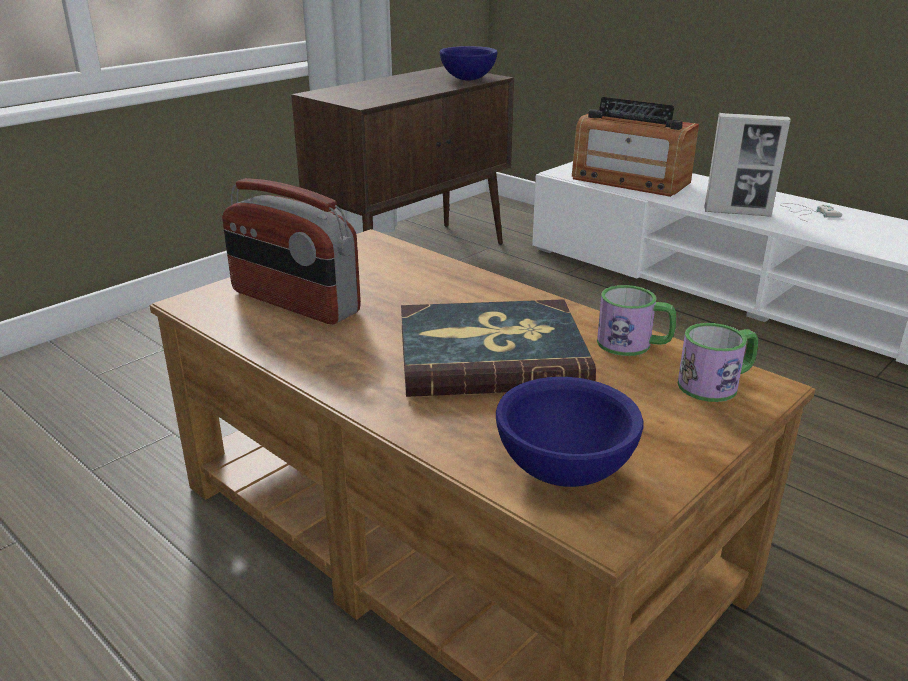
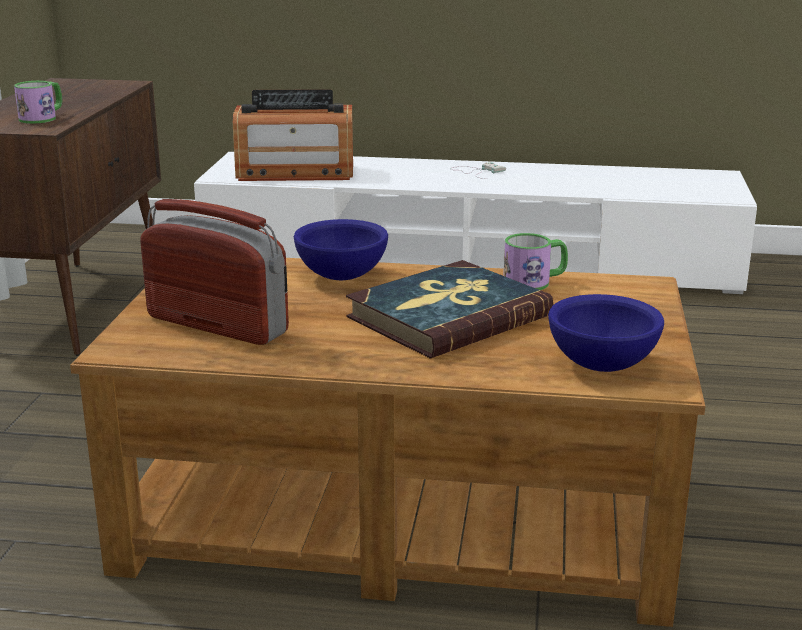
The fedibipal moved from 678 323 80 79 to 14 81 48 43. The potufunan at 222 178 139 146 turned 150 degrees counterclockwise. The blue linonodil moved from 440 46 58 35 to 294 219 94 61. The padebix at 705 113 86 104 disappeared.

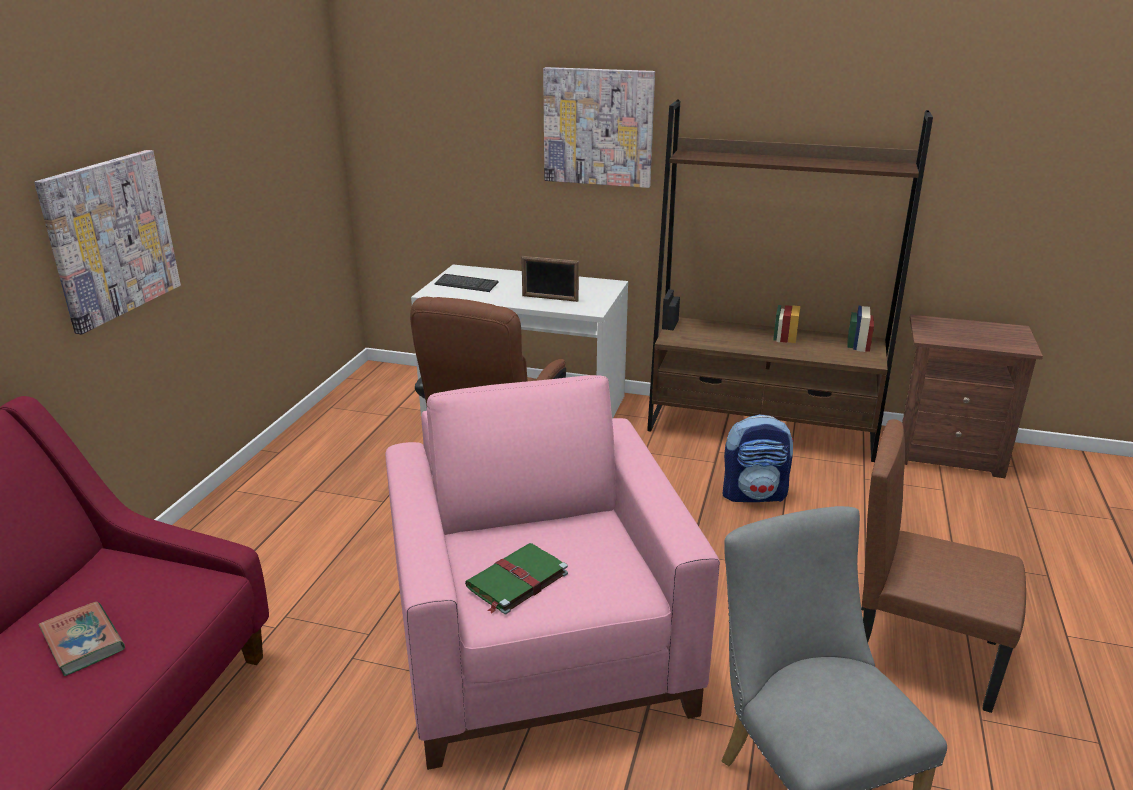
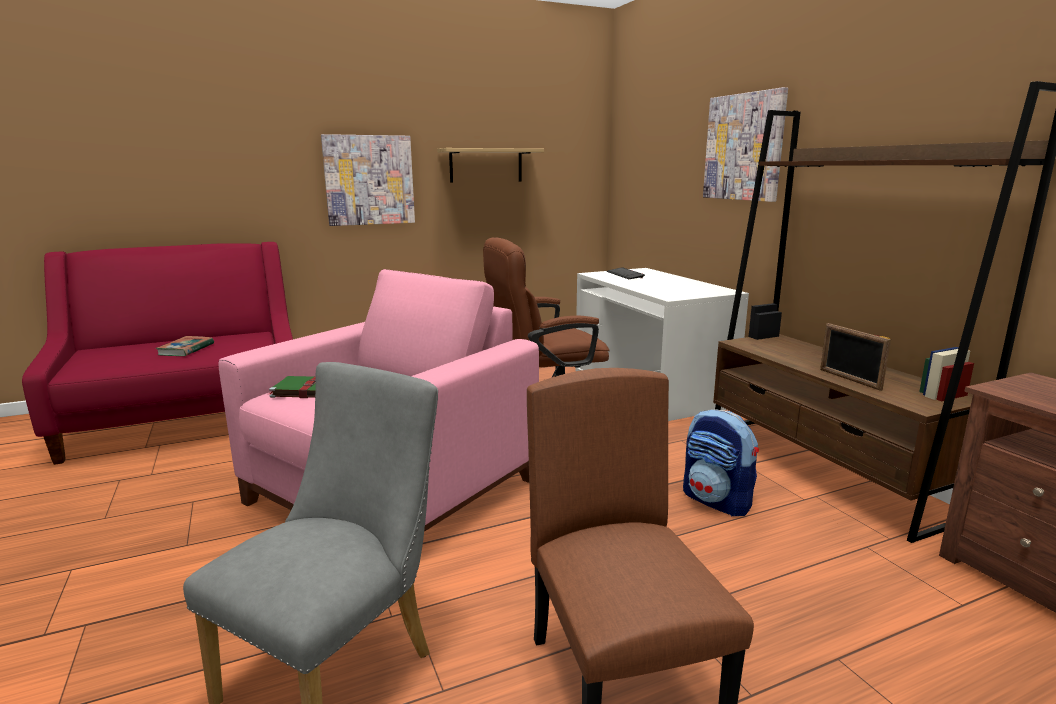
The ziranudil at 437 148 107 35 appeared. The padebix moved from 521 256 58 46 to 820 323 71 68.

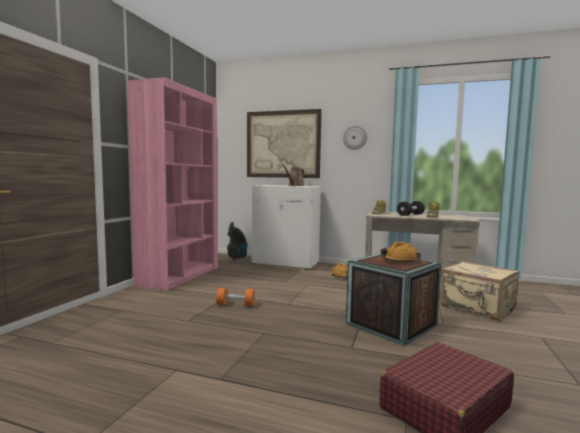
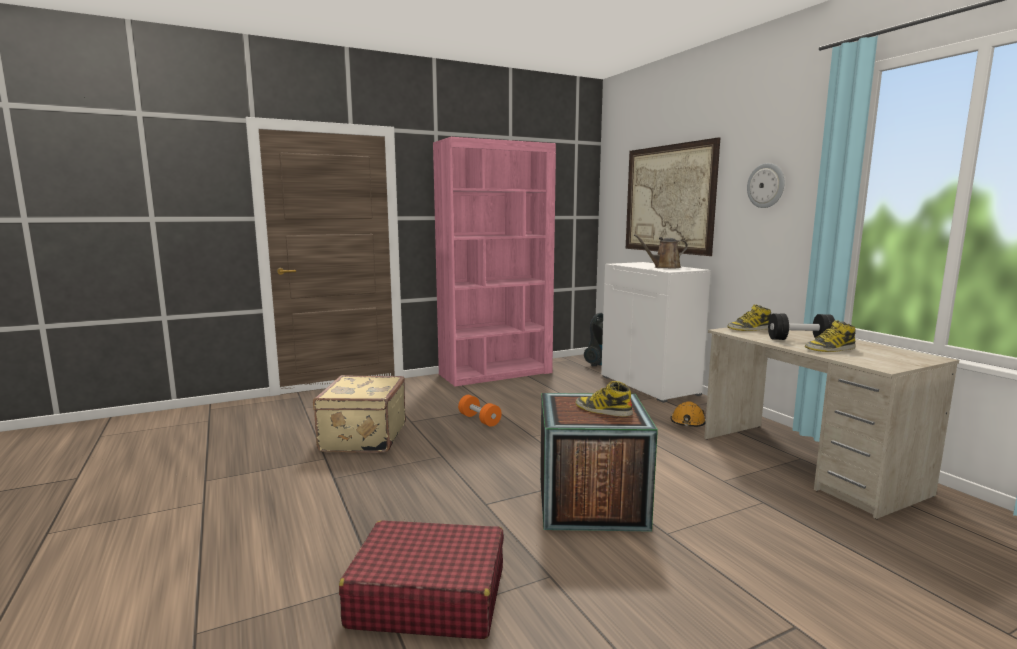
The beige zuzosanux moved from 441 261 79 60 to 313 375 93 78. The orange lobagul at 380 242 41 21 was replaced by the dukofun at 575 381 58 36.

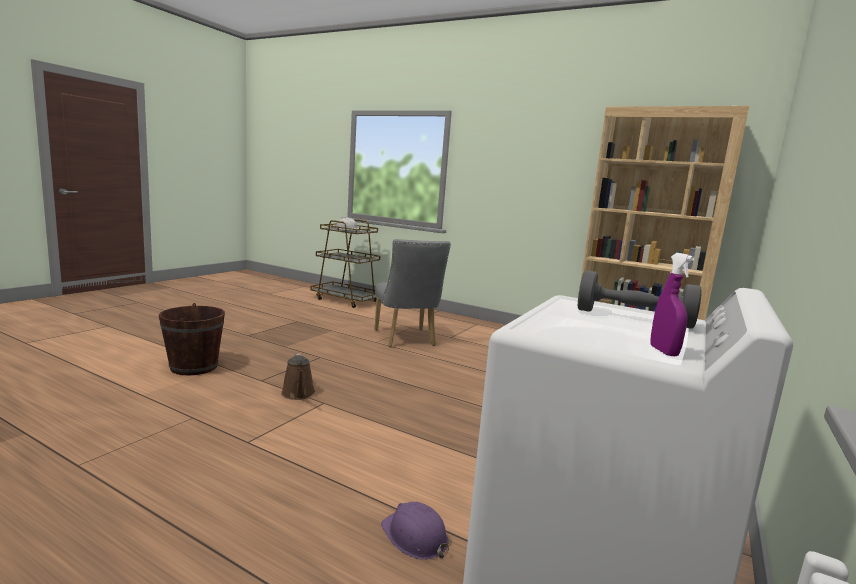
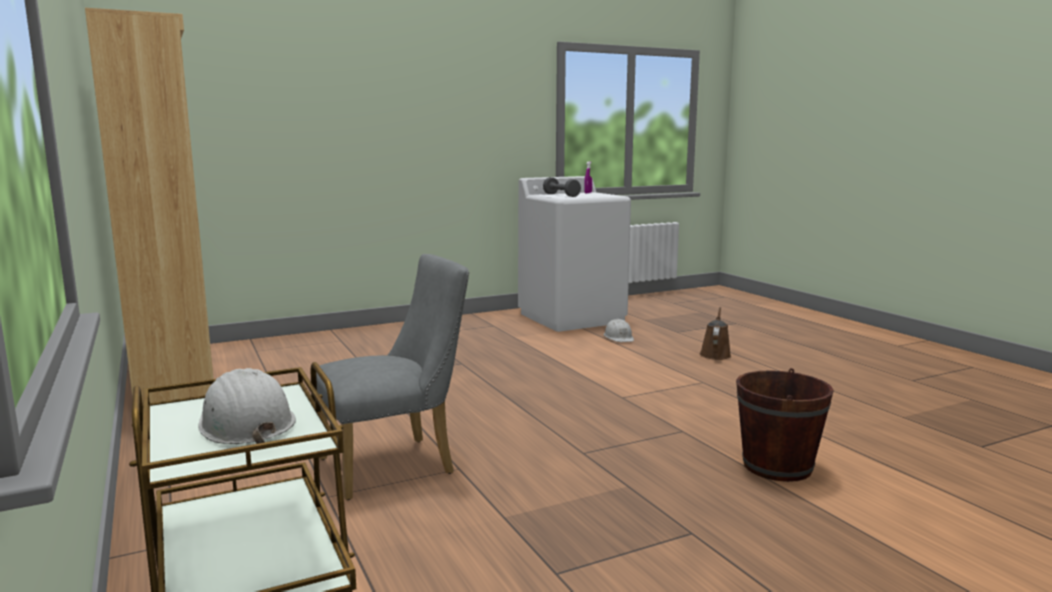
The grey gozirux at 375 239 76 108 turned 45 degrees clockwise. The purple lobagul at 381 502 68 57 became the white lobagul at 604 319 30 23. The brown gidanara moved from 281 353 34 47 to 699 307 32 53.

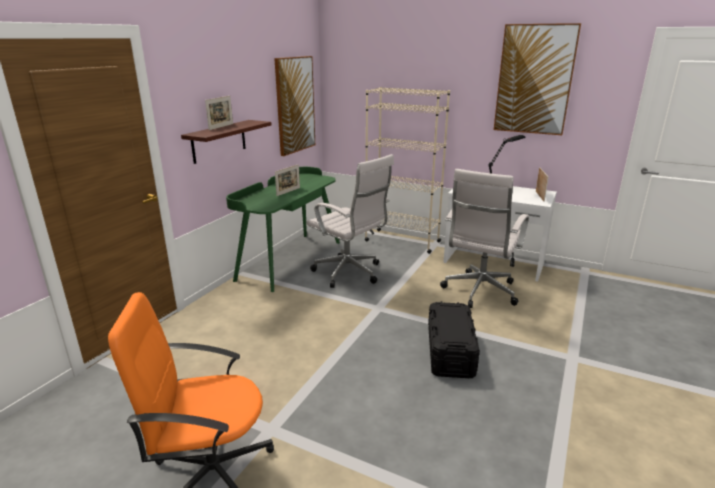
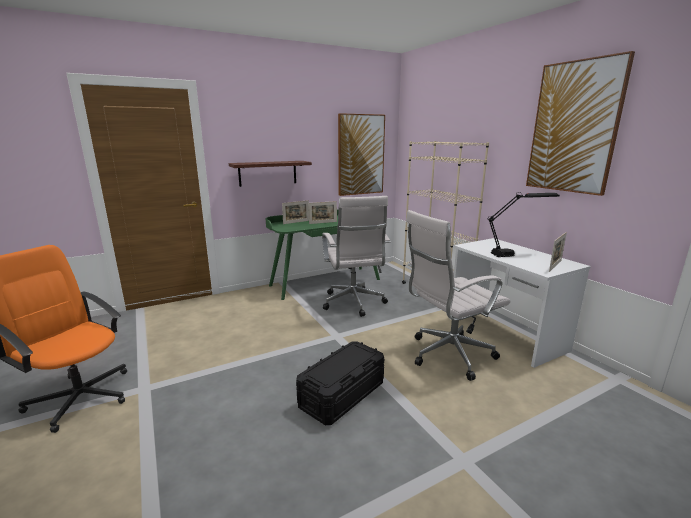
The padebix moved from 205 96 28 34 to 282 200 27 24.

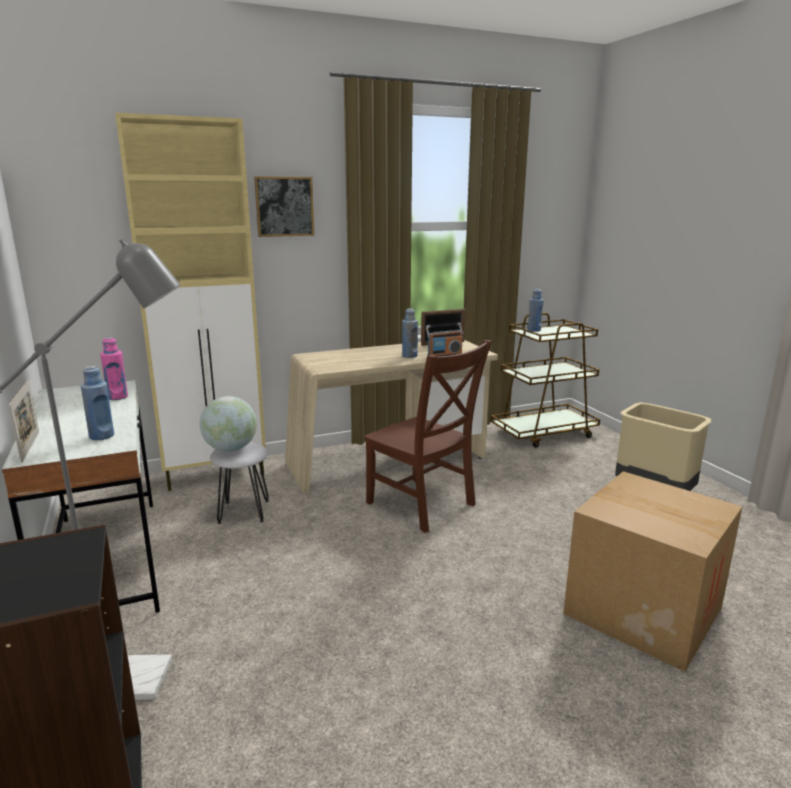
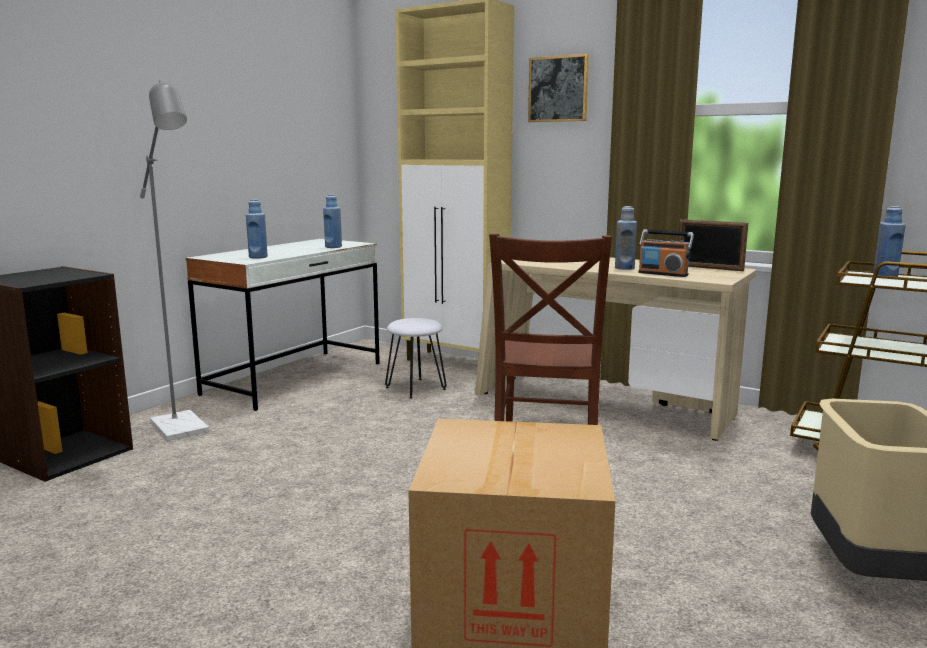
The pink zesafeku at 100 337 28 63 became the blue zesafeku at 323 195 19 53. The padebix at 9 380 30 83 disappeared. The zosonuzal at 200 396 57 56 disappeared.

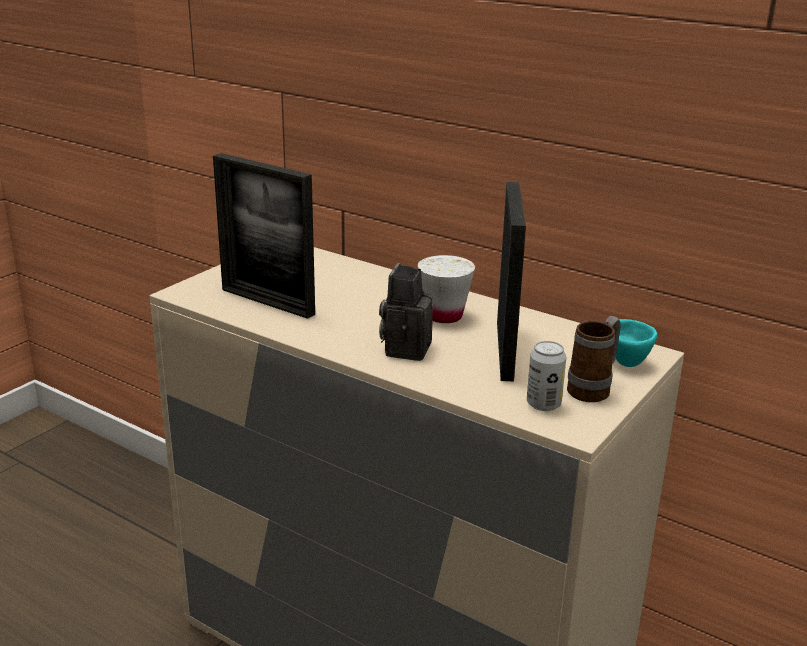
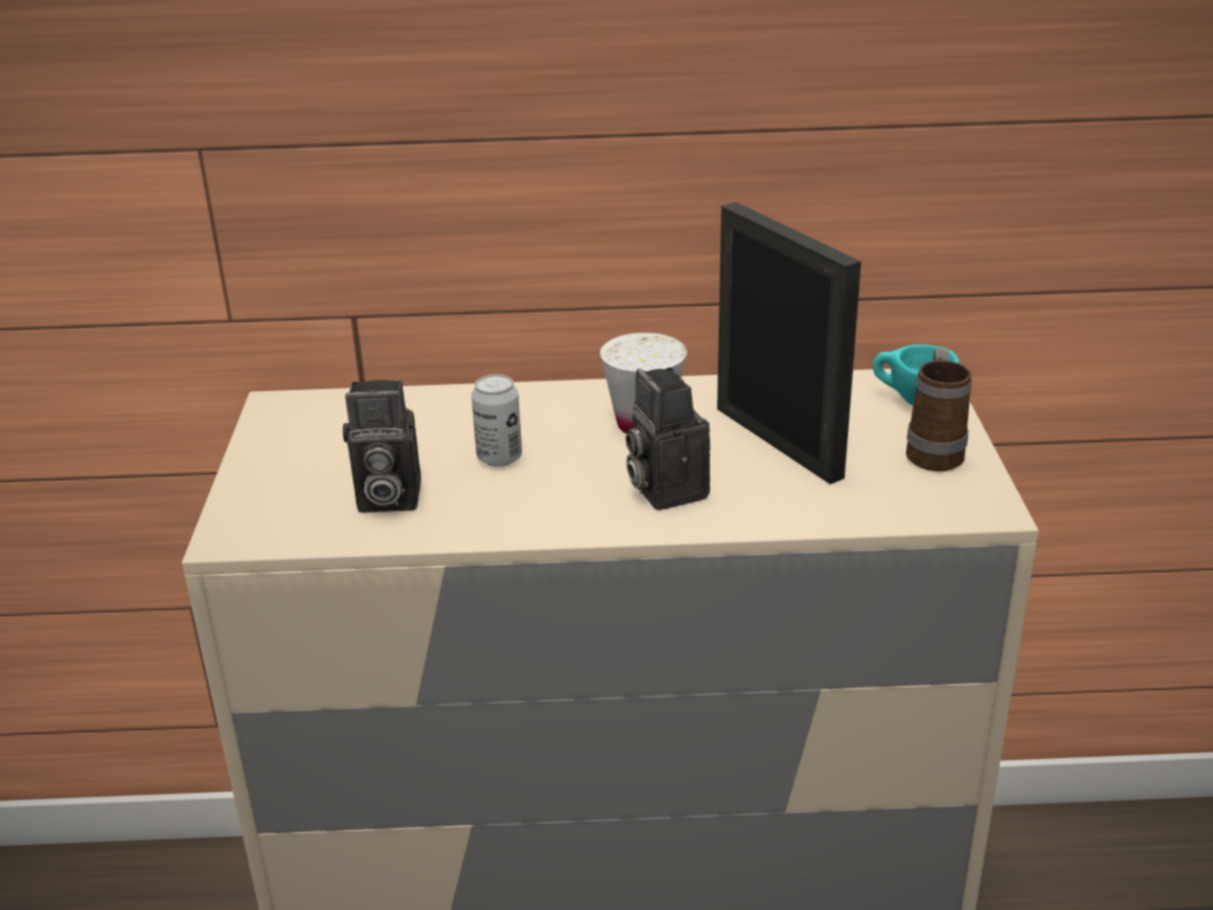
The padebix at 213 153 102 166 was replaced by the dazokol at 343 380 78 133. The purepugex moved from 527 341 39 70 to 471 374 51 93.

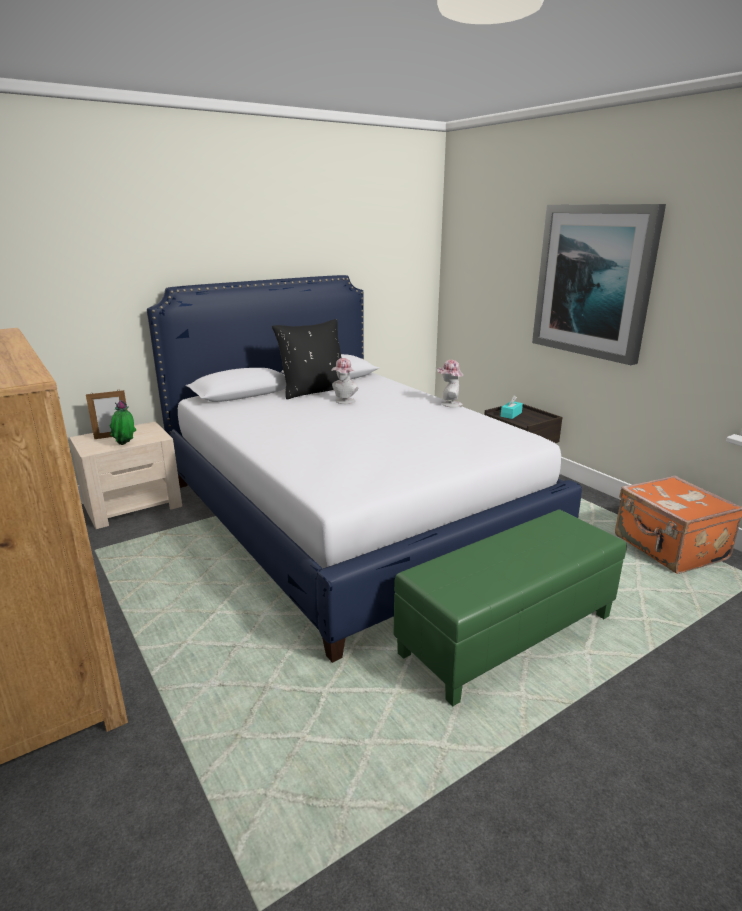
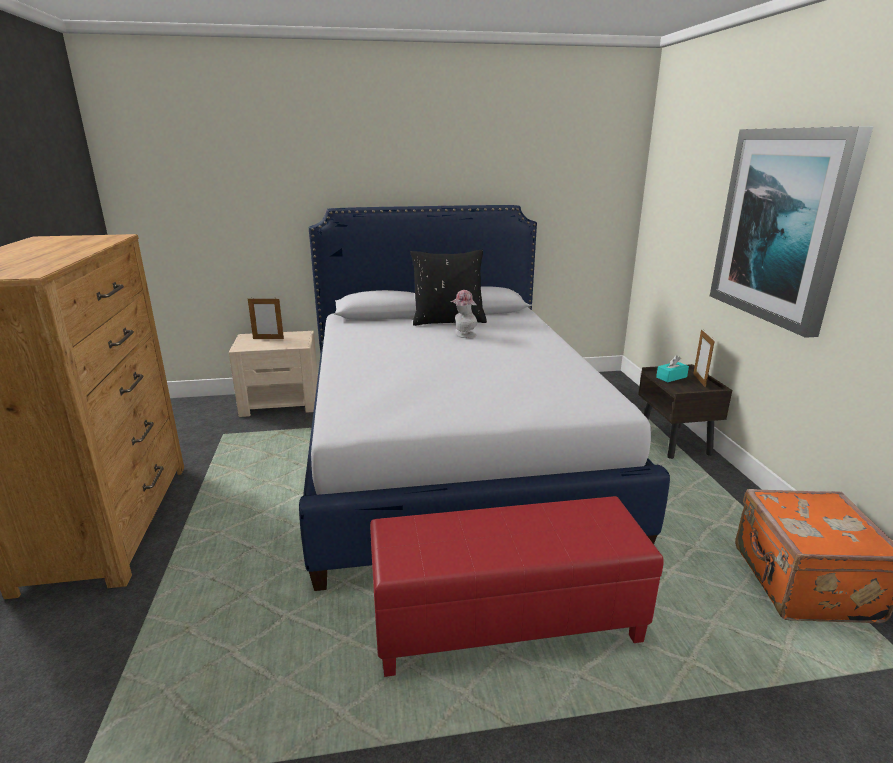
The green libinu at 394 509 233 197 became the red libinu at 370 496 294 181. The padebix at 693 330 22 58 appeared. The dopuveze at 109 400 27 45 disappeared. The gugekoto at 437 360 26 47 disappeared.

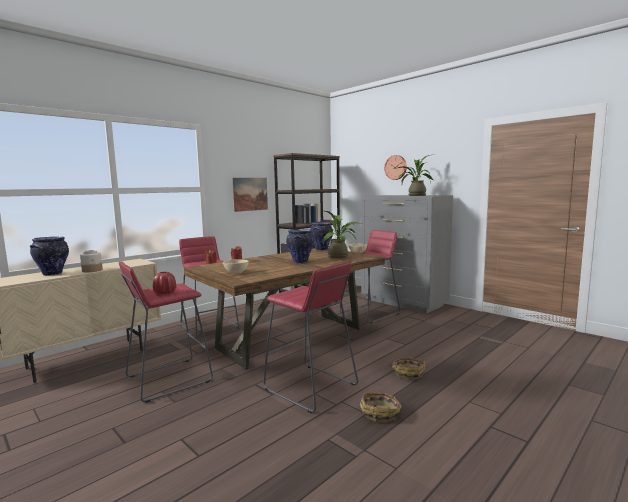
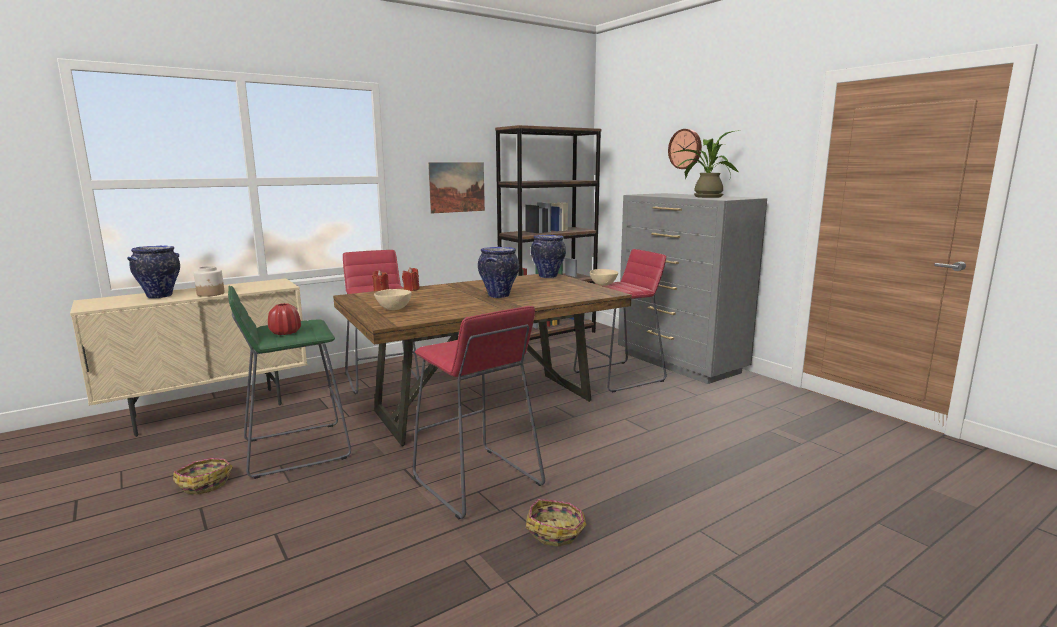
The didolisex moved from 389 357 36 23 to 173 458 60 36. The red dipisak at 119 261 94 142 became the green dipisak at 228 286 123 193. The dopuveze at 322 211 40 47 disappeared.

